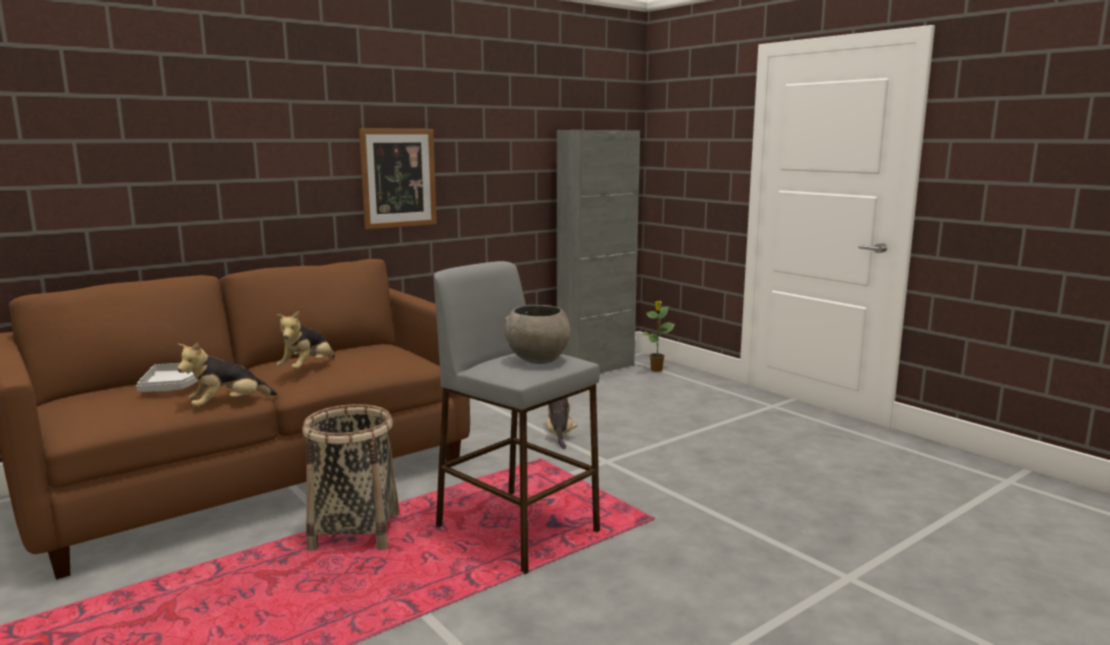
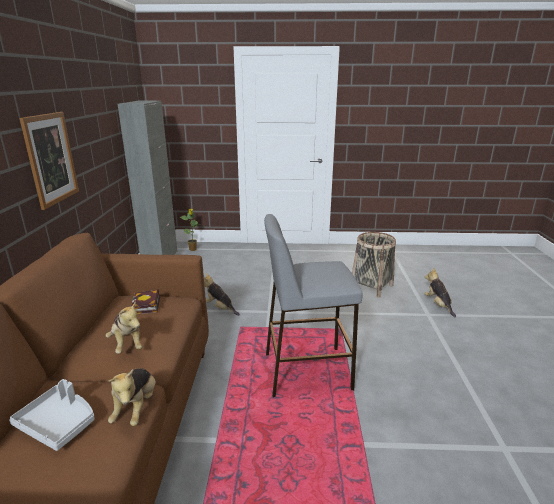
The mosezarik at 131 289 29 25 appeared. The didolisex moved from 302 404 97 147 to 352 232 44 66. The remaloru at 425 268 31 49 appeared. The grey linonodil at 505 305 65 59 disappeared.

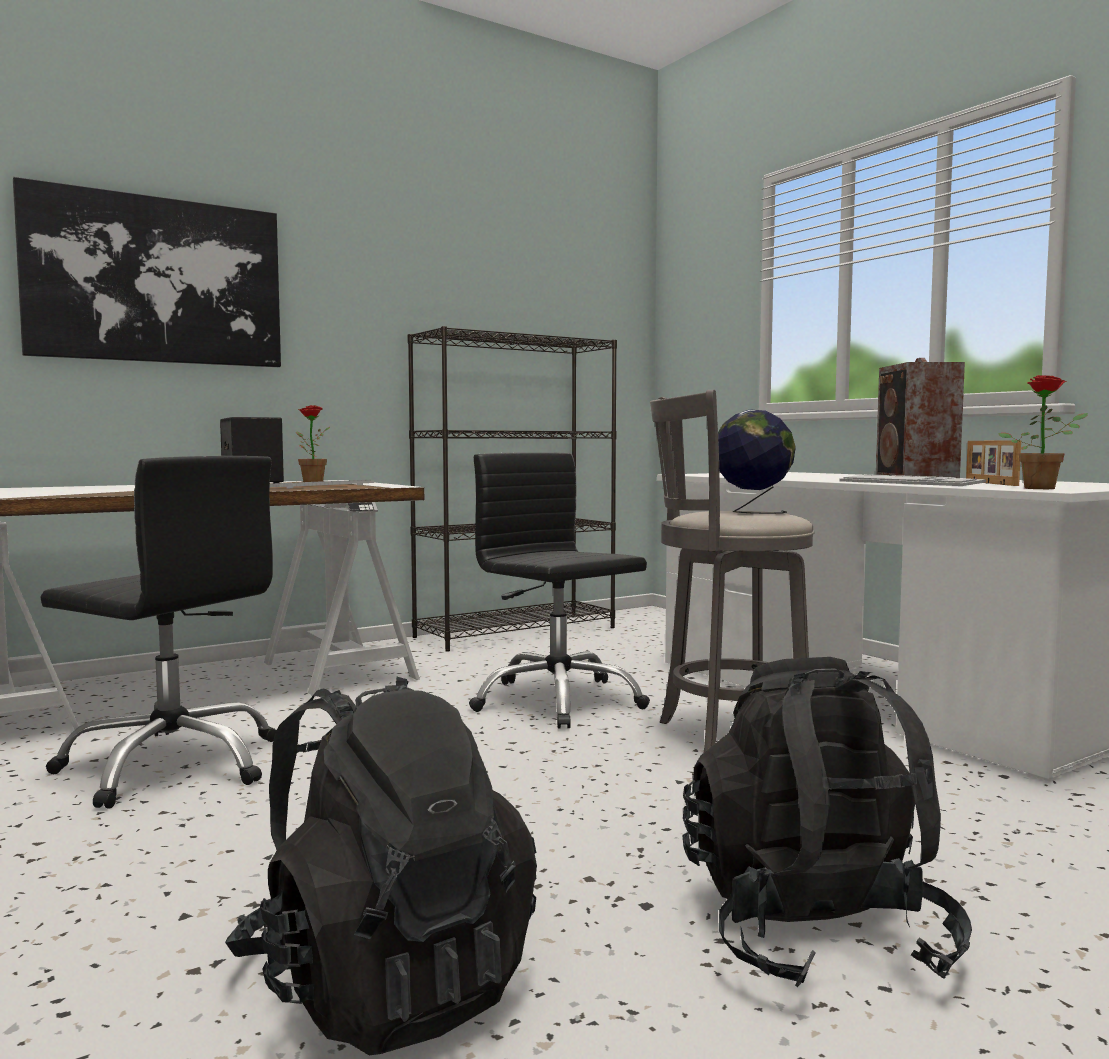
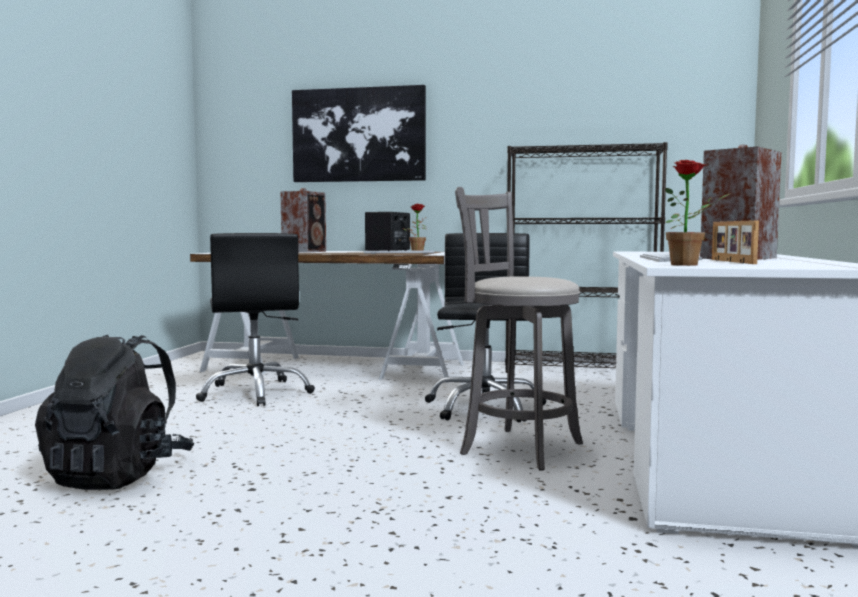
The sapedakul at 280 188 46 65 appeared. The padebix at 966 440 55 46 turned 45 degrees counterclockwise. The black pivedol at 682 657 290 330 disappeared. The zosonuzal at 718 409 78 105 disappeared.

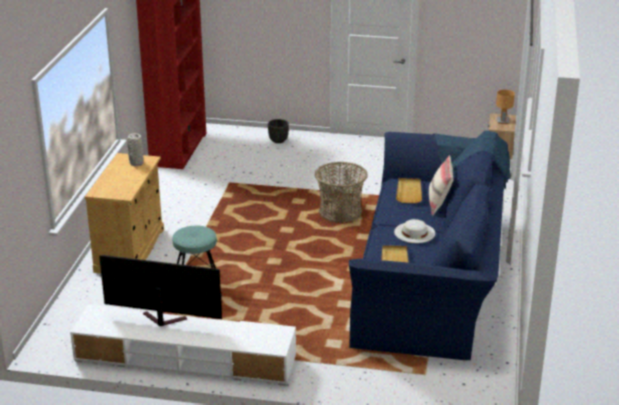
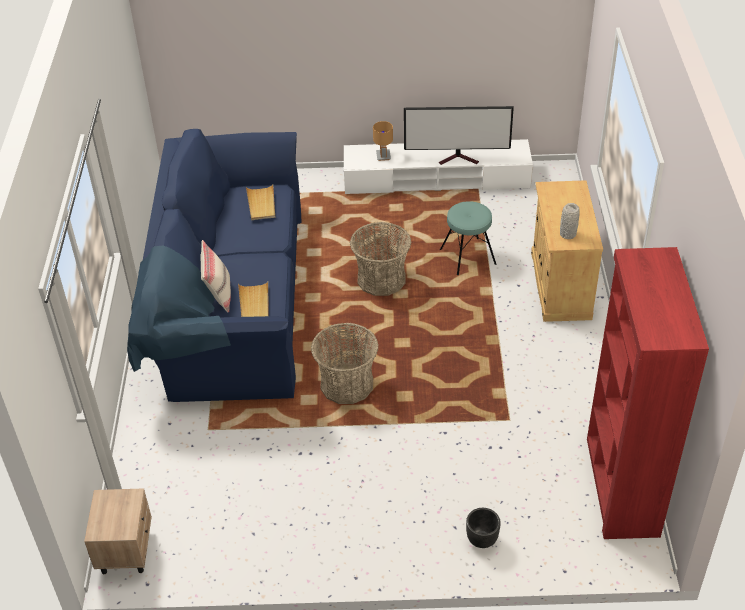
The didolisex at 350 222 62 74 appeared. The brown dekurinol moved from 496 90 19 34 to 373 121 20 40. The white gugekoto at 394 219 41 24 disappeared.

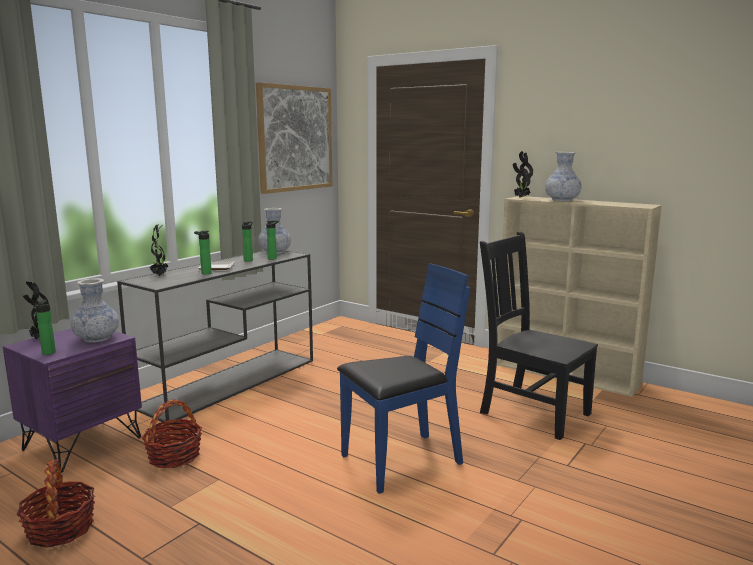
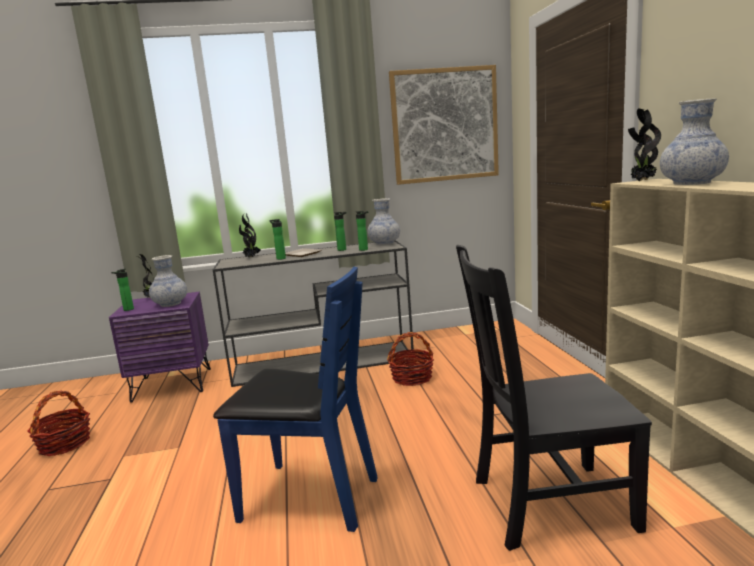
The didolisex moved from 141 400 61 69 to 387 332 47 54. The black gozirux at 480 231 118 209 turned 90 degrees counterclockwise.

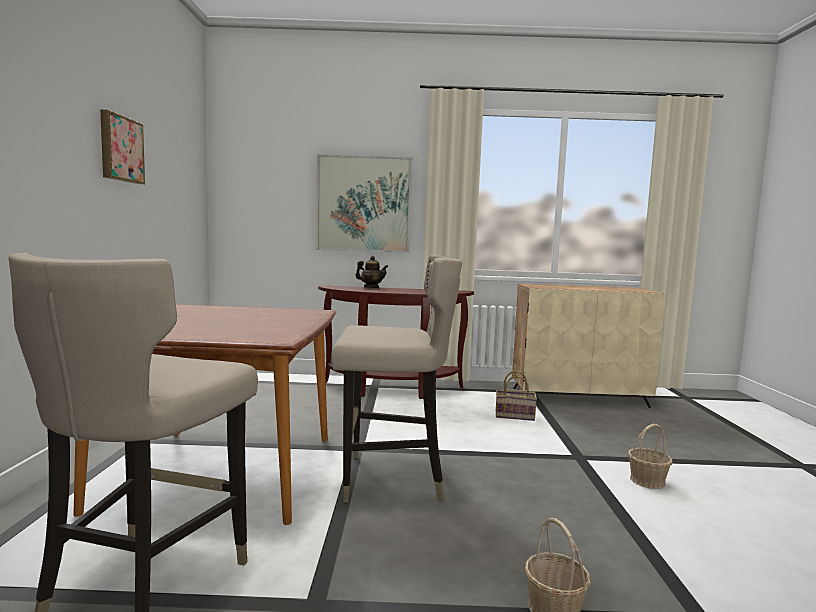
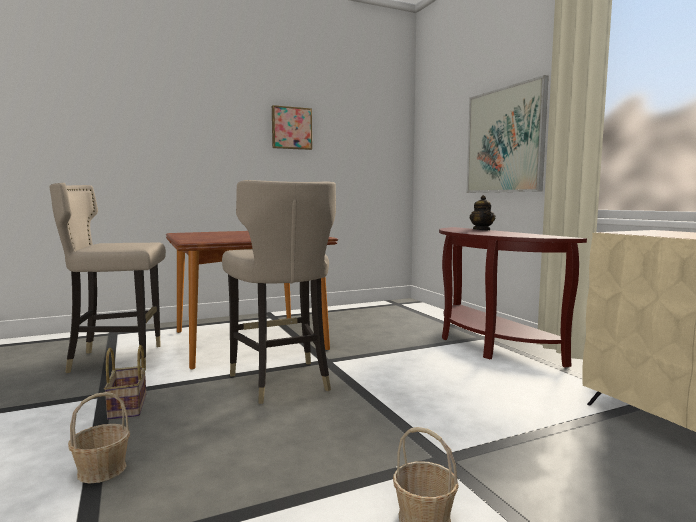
The didolisex moved from 496 370 41 51 to 104 345 42 75.

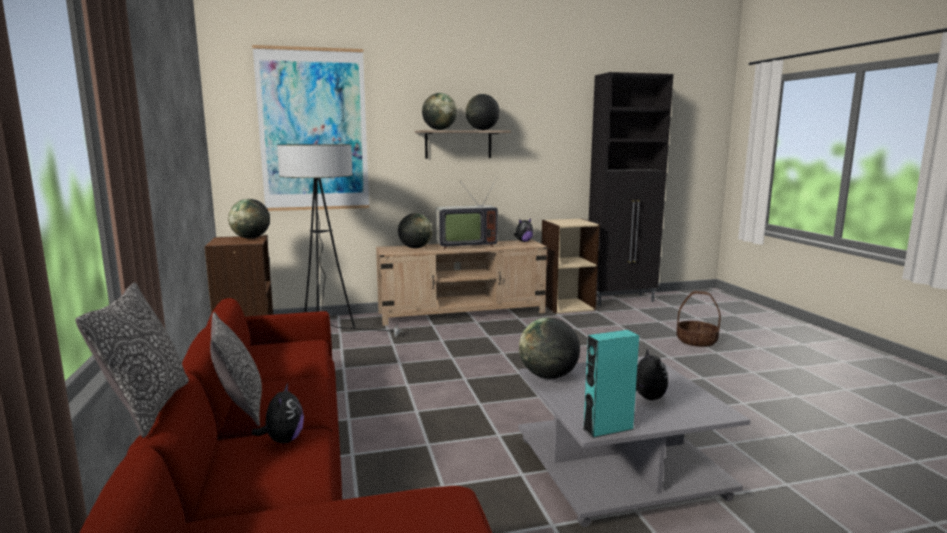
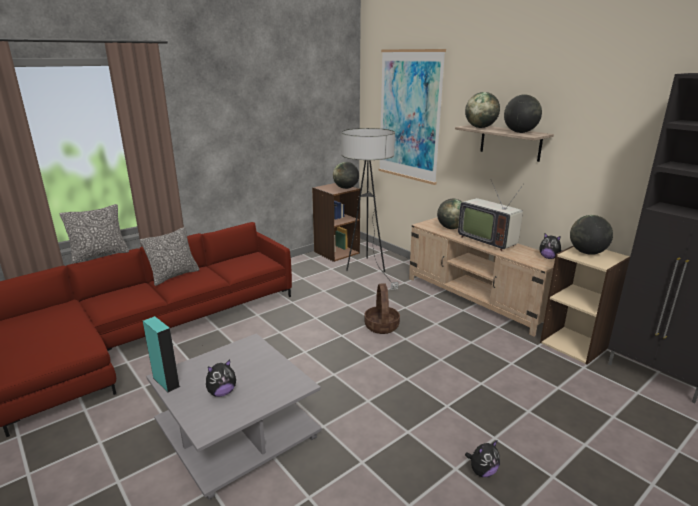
The didolisex moved from 676 291 45 56 to 364 283 36 51. The remaloru moved from 252 383 52 60 to 465 440 35 37. The zosonuzal moved from 519 317 61 62 to 570 215 43 40.

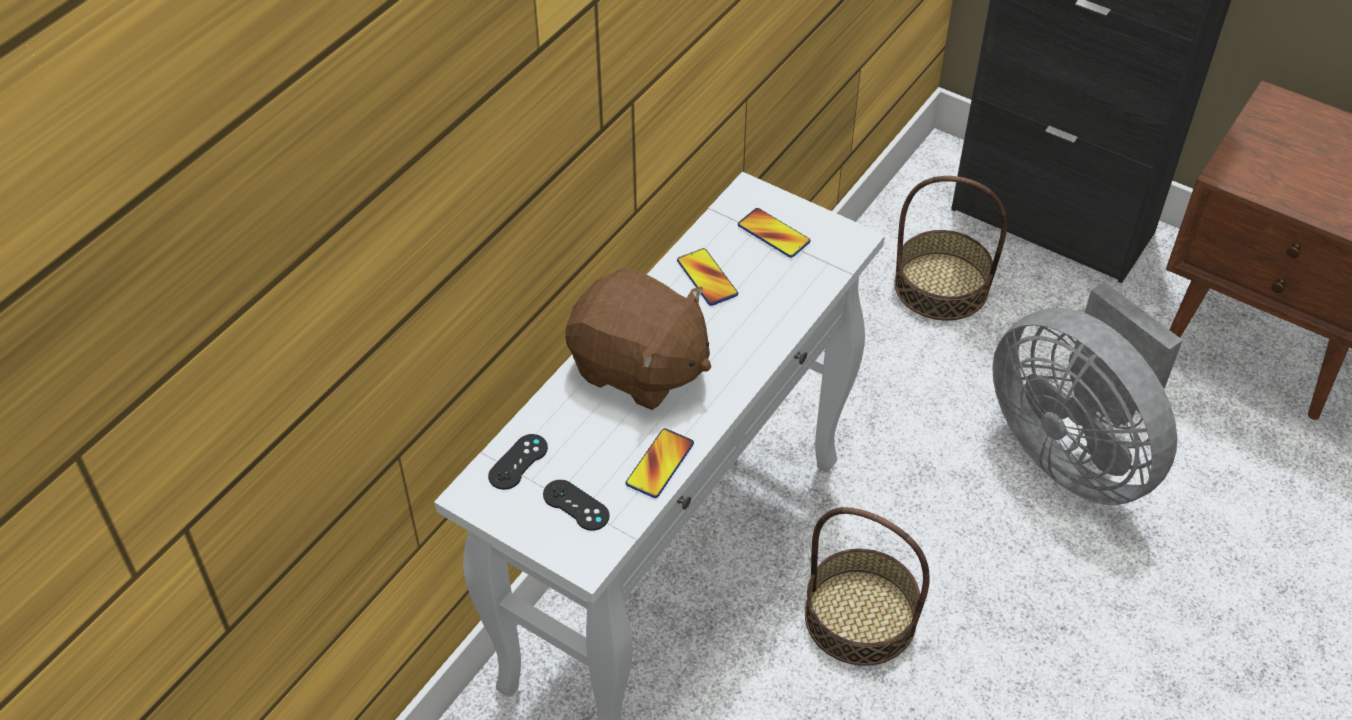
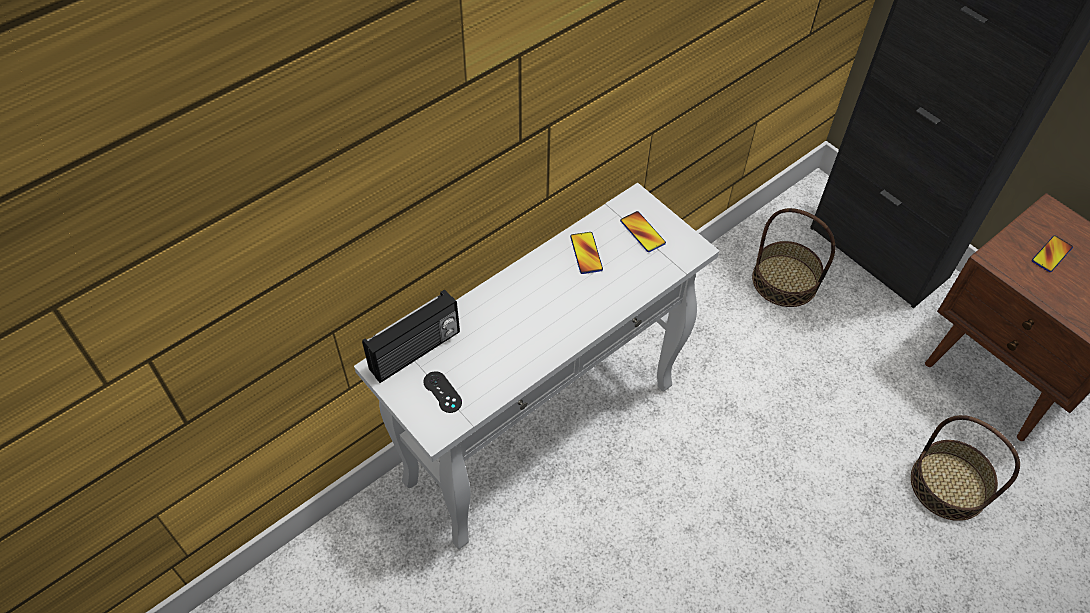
The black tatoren at 488 434 60 56 was replaced by the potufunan at 362 289 98 94. The didolisex moved from 805 507 125 159 to 911 415 109 106. The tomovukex moved from 626 428 68 70 to 1032 235 41 37. The brown remaloru at 565 268 146 142 disappeared. The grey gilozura at 992 281 191 224 disappeared.

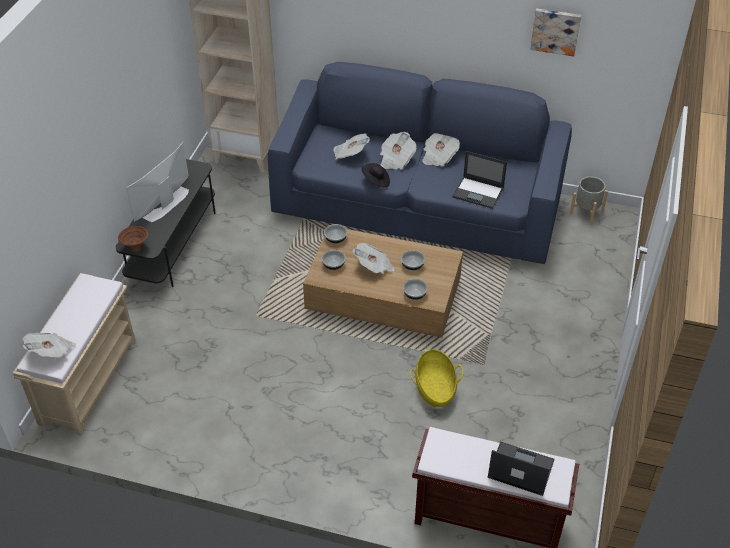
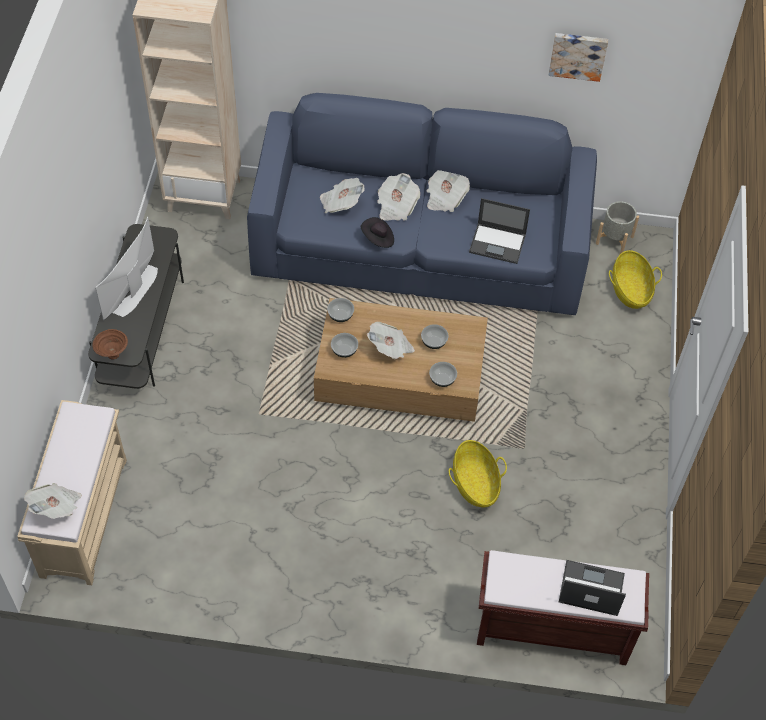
The didolisex at 609 250 53 59 appeared.

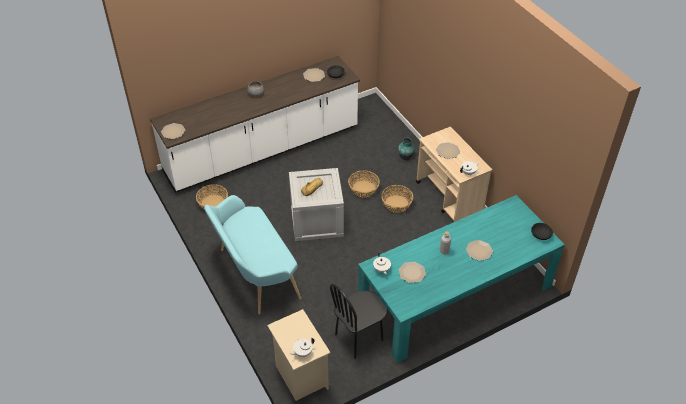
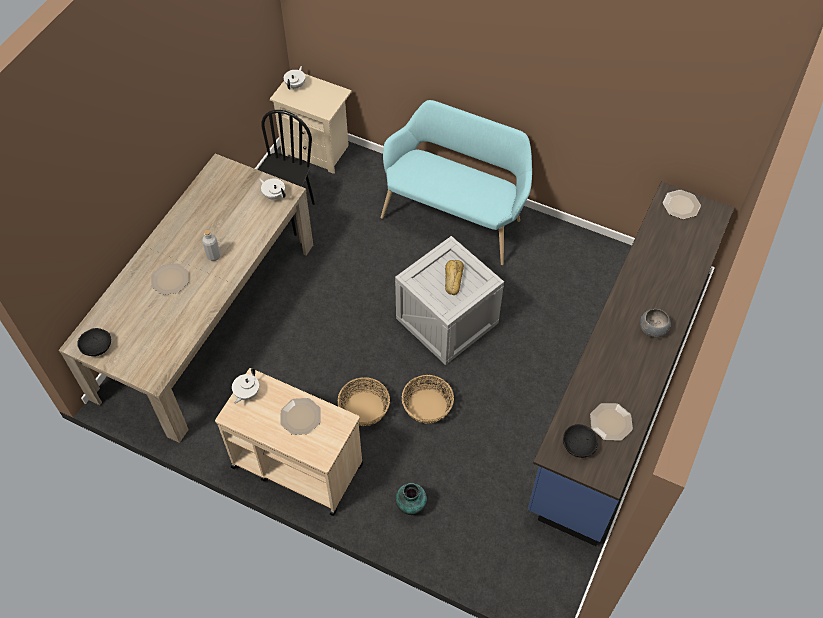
The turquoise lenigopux at 358 195 207 168 became the beige lenigopux at 59 154 254 289. The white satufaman at 150 56 210 137 became the blue satufaman at 528 182 206 364. The didolisex at 196 184 32 26 disappeared. The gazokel at 399 262 27 21 disappeared.

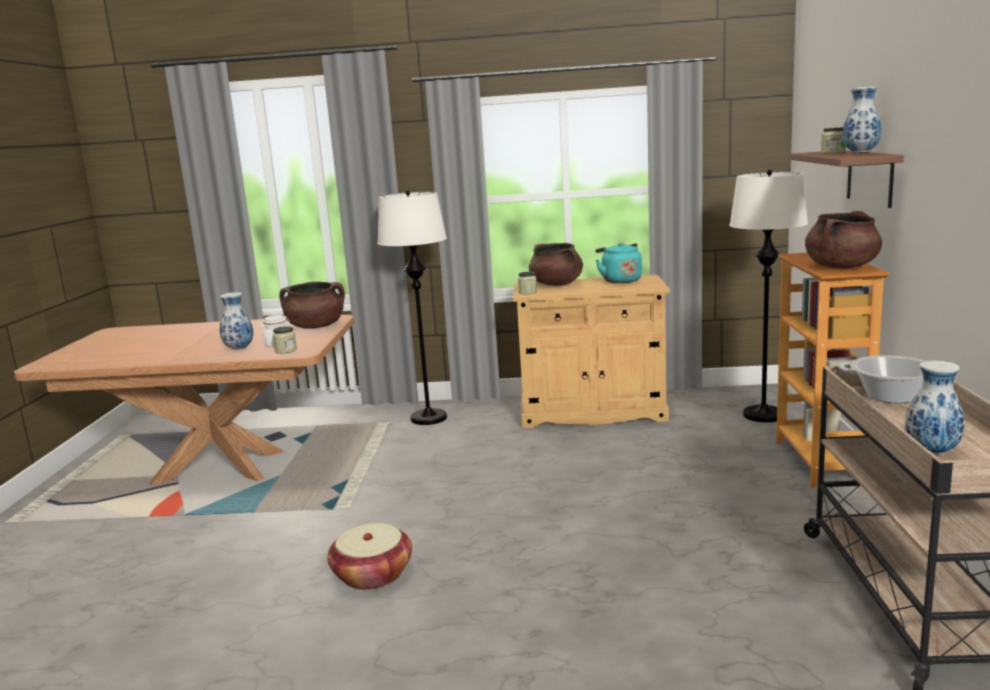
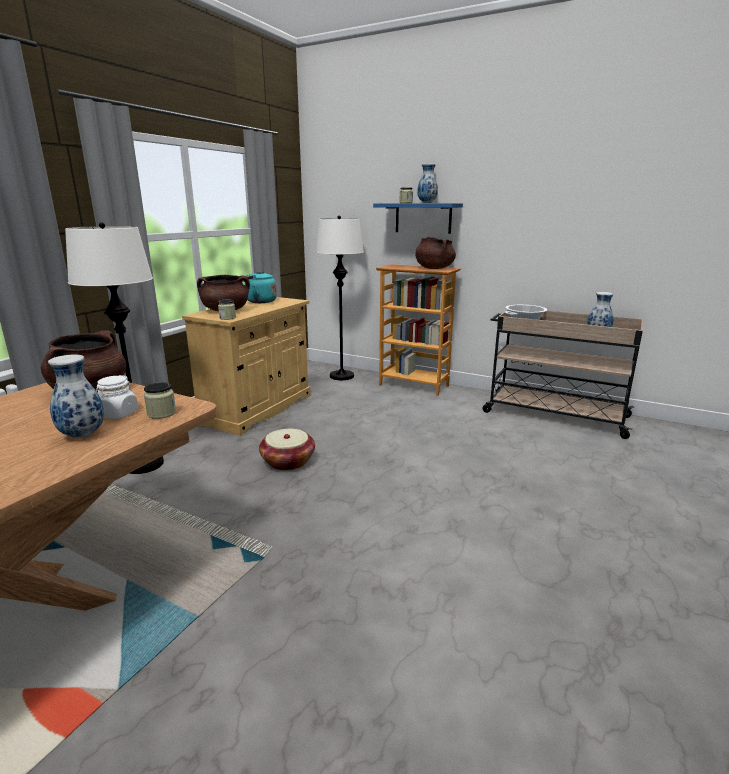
The didolisex moved from 327 523 85 67 to 259 429 56 41. The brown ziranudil at 791 150 113 58 became the blue ziranudil at 373 203 90 31.

